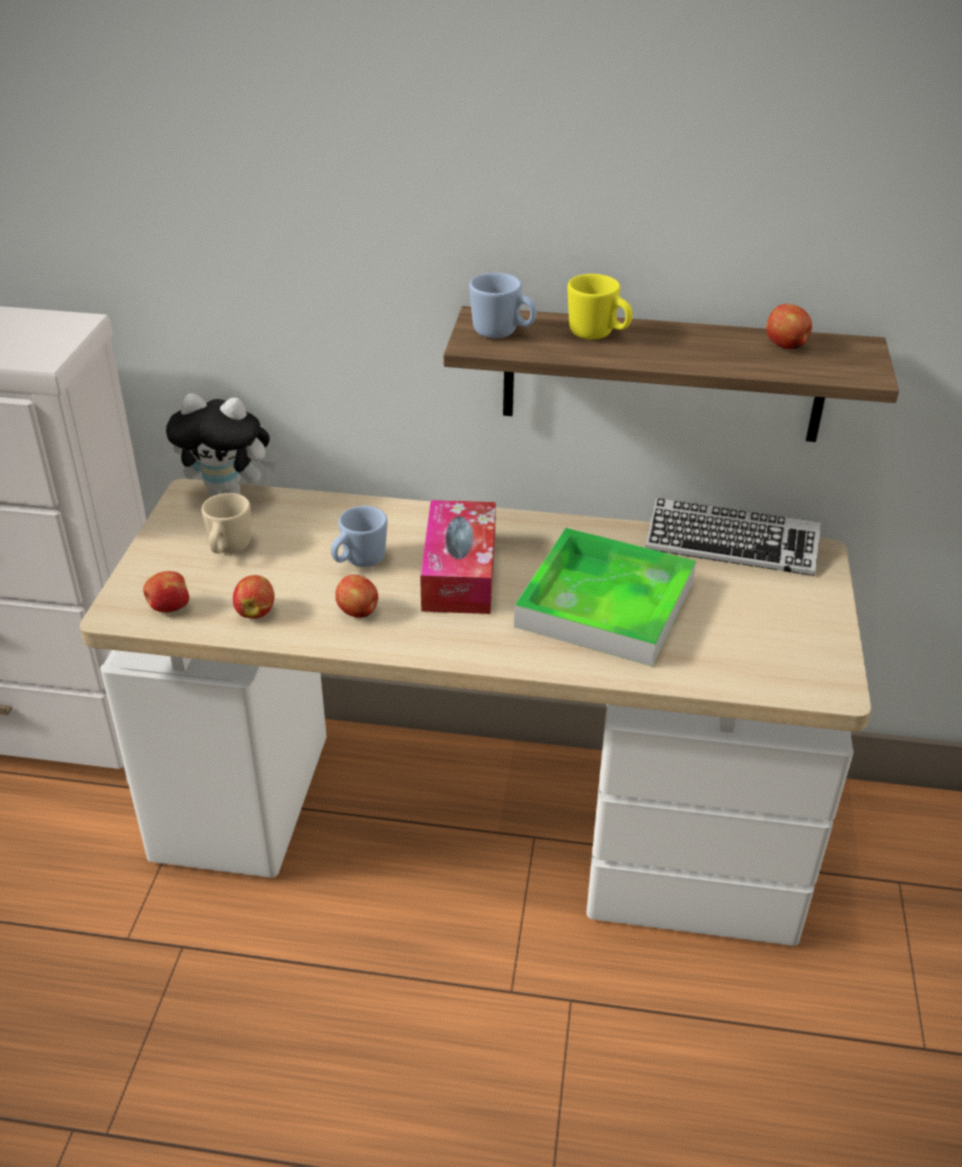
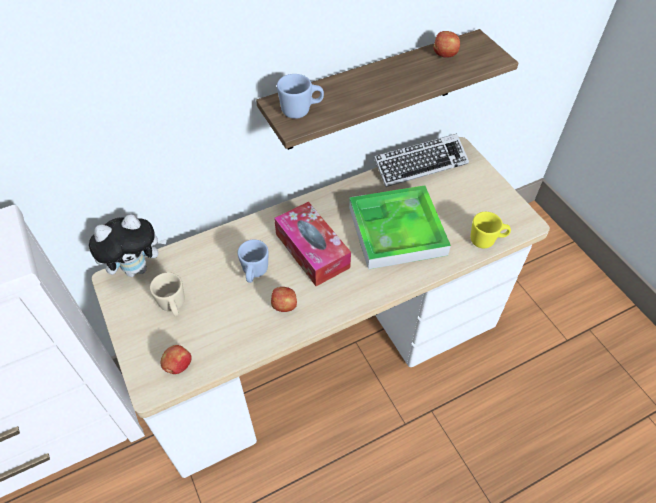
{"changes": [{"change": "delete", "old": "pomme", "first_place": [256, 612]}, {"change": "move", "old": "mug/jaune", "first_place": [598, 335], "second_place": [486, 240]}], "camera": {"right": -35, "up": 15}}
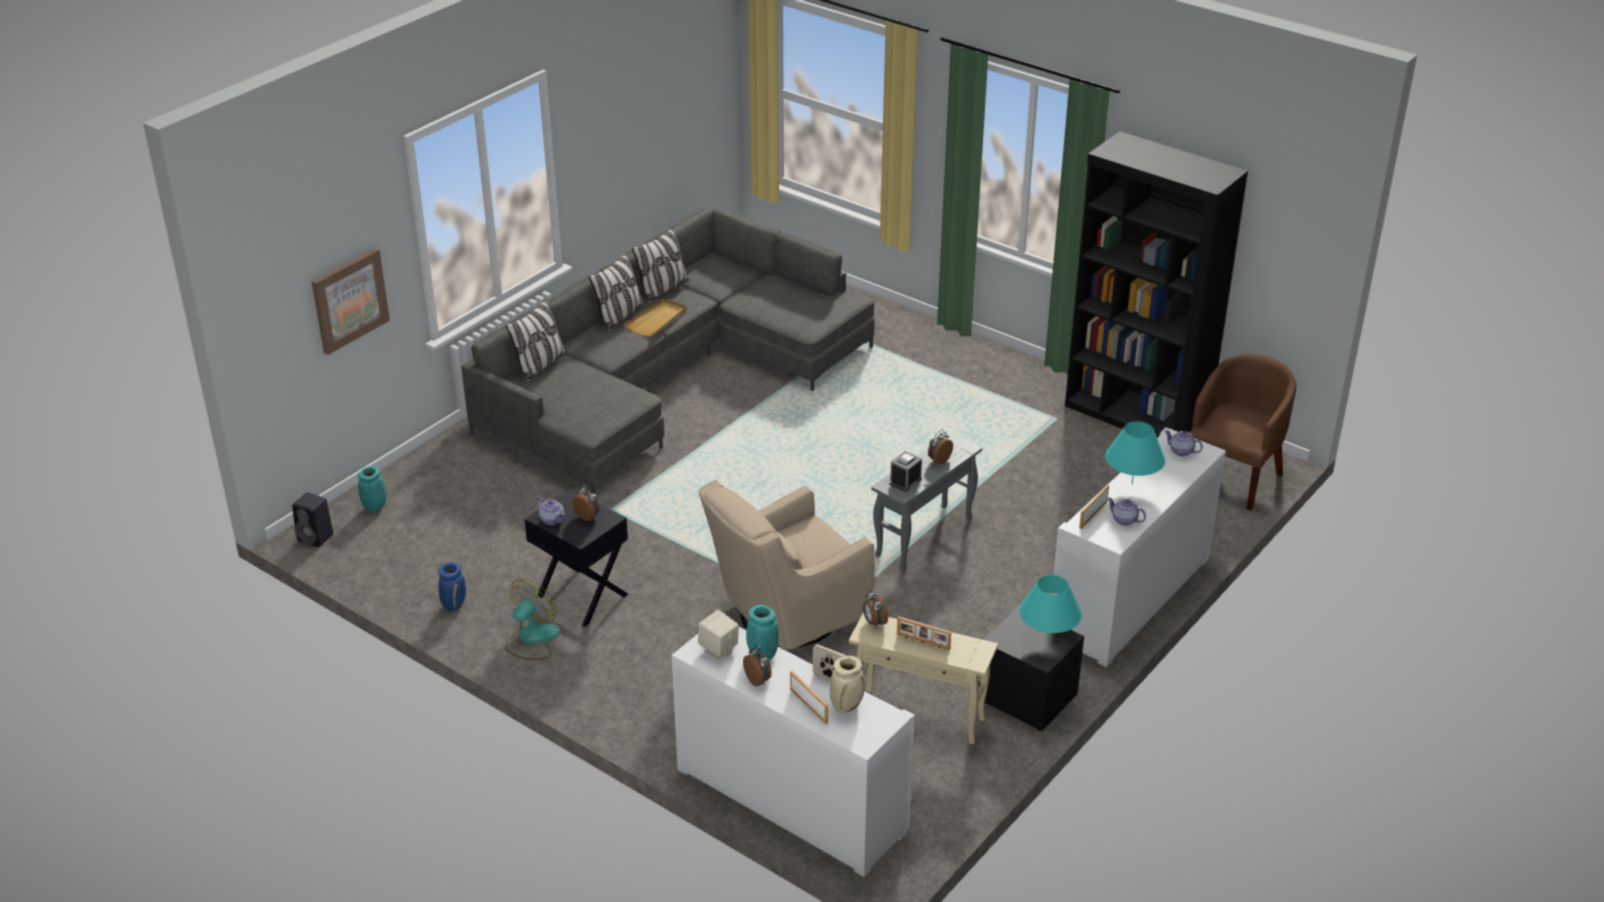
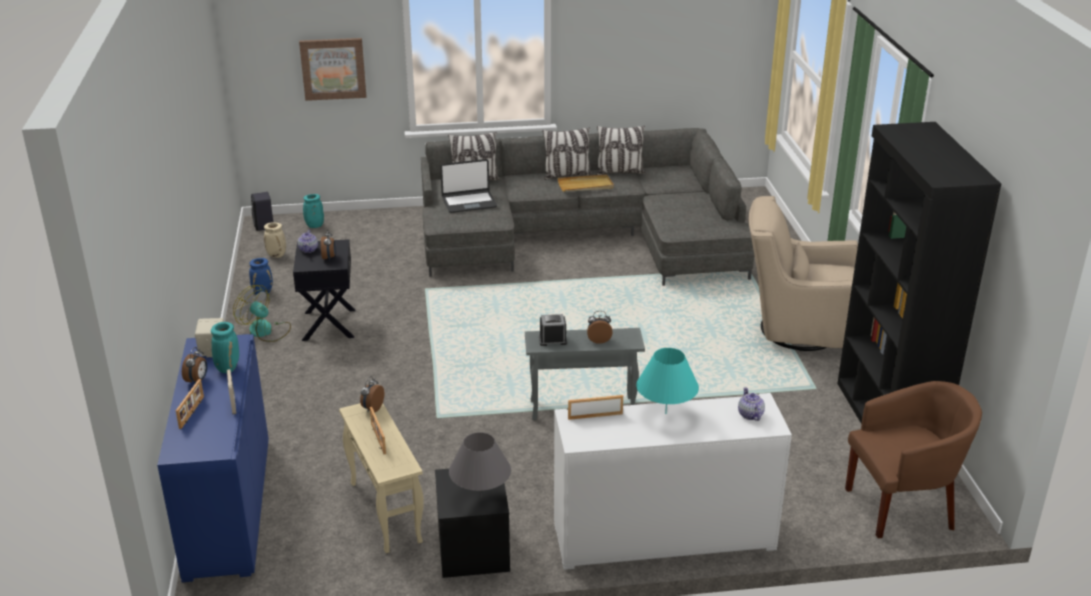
{"changes": [{"change": "rotate", "old": "ventilateur", "first_place": [532, 639], "second_place": [265, 331], "degrees": -135}, {"change": "recolor", "old": "meuble de rangement/blanc", "new": "meuble de rangement/bleu", "first_place": [791, 800], "second_place": [228, 506]}, {"change": "move", "old": "fauteuil/beige", "first_place": [785, 617], "second_place": [795, 329]}, {"change": "move", "old": "vase/beige", "first_place": [846, 705], "second_place": [277, 255]}, {"change": "recolor", "old": "lampe de table/turquoise", "new": "lampe de table/gris", "first_place": [1047, 638], "second_place": [481, 497]}, {"change": "delete", "old": "théière", "first_place": [1124, 520]}, {"change": "insert", "new": "ordinateur portable", "second_place": [469, 202]}], "camera": {"right": 45, "up": -5}}
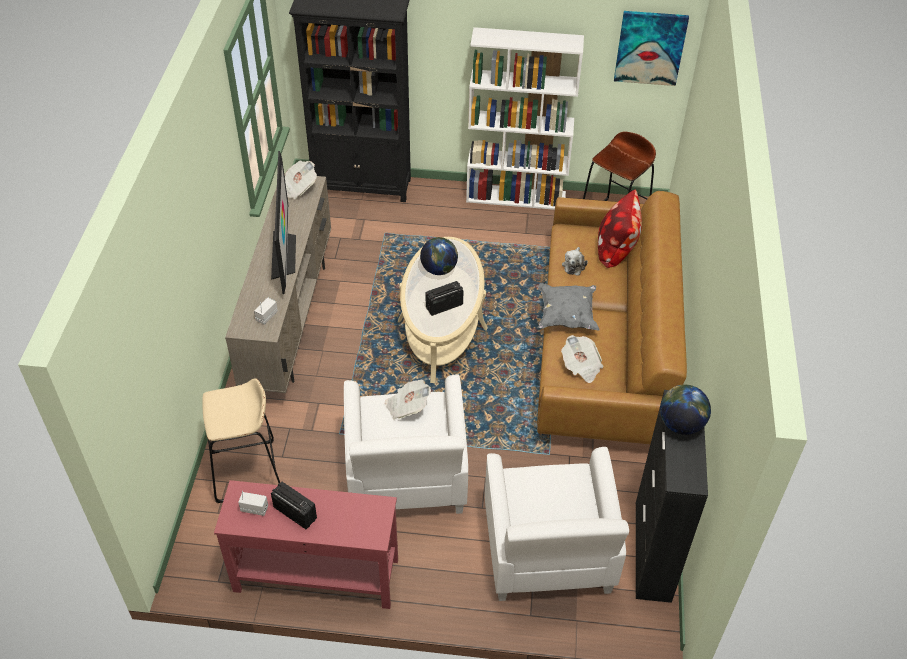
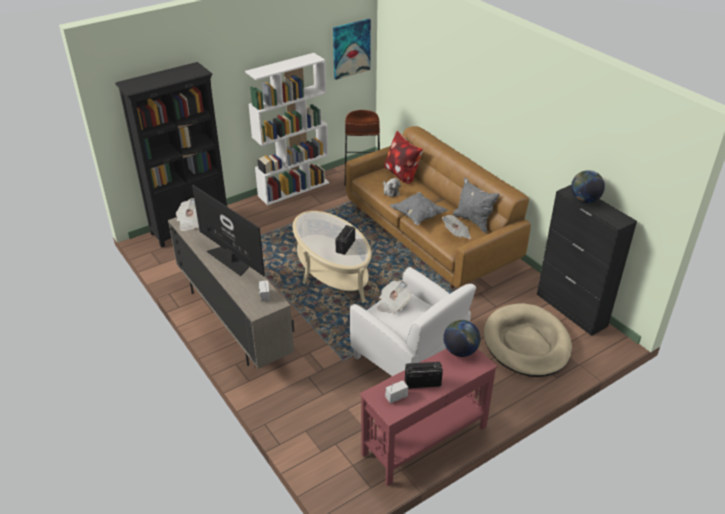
{"changes": [{"change": "delete", "old": "tabouret/beige", "first_place": [246, 471]}, {"change": "move", "old": "globe", "first_place": [439, 269], "second_place": [460, 351]}, {"change": "replace", "old": "fauteuil/blanc", "new": "panier pour chien/beige", "first_place": [547, 552], "second_place": [526, 343]}, {"change": "insert", "new": "coussin/gris", "second_place": [473, 221]}], "camera": {"right": -40, "up": -10}}
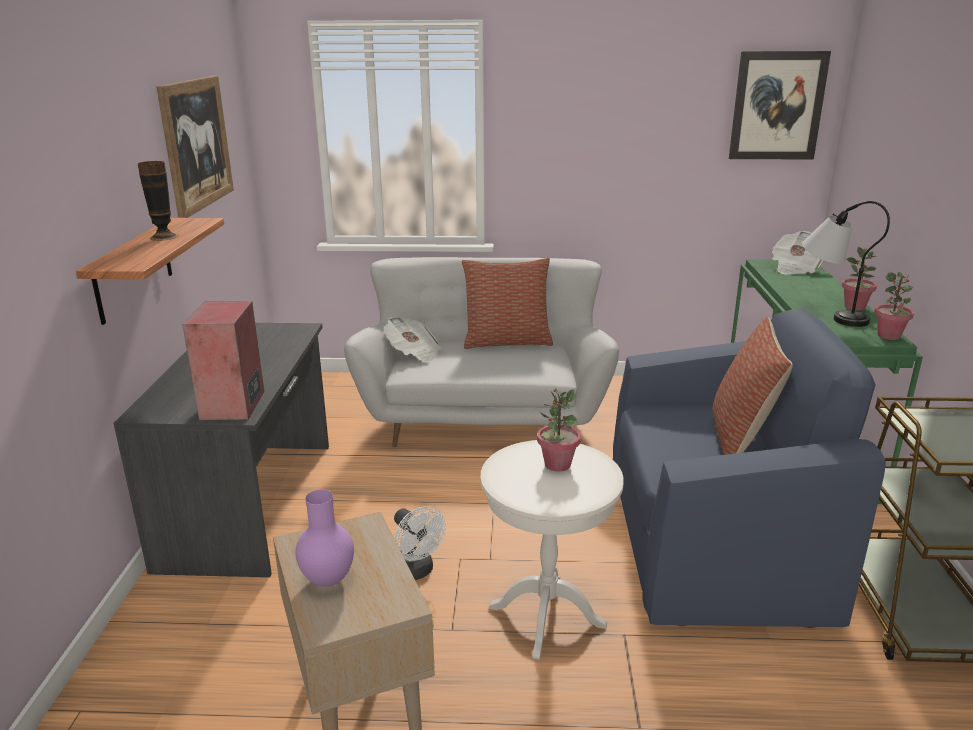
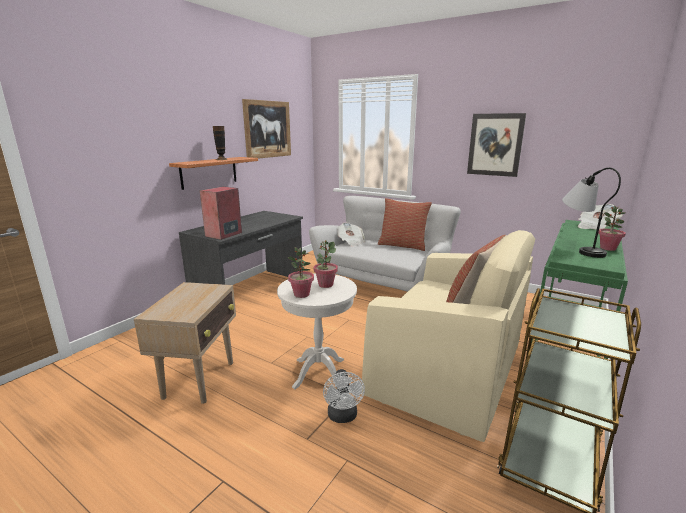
{"changes": [{"change": "delete", "old": "vase/violet", "first_place": [327, 581]}, {"change": "move", "old": "ventilateur/blanc", "first_place": [416, 572], "second_place": [343, 417]}, {"change": "recolor", "old": "fauteuil/bleu", "new": "fauteuil/beige", "first_place": [712, 544], "second_place": [447, 372]}, {"change": "move", "old": "tableau", "first_place": [777, 106], "second_place": [495, 145]}, {"change": "move", "old": "plante en pot", "first_place": [889, 336], "second_place": [301, 294]}], "camera": {"right": 30, "up": -5}}
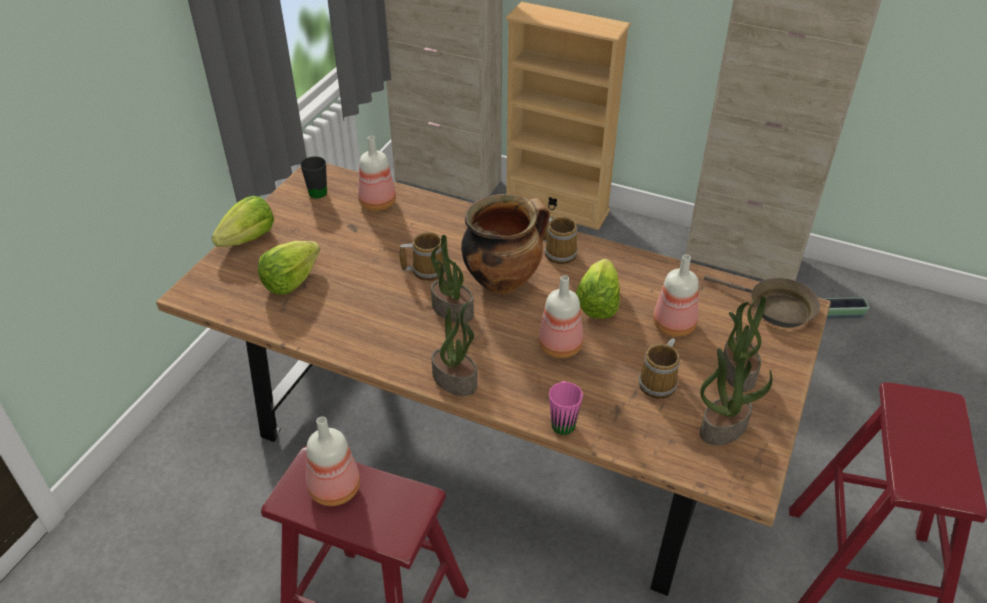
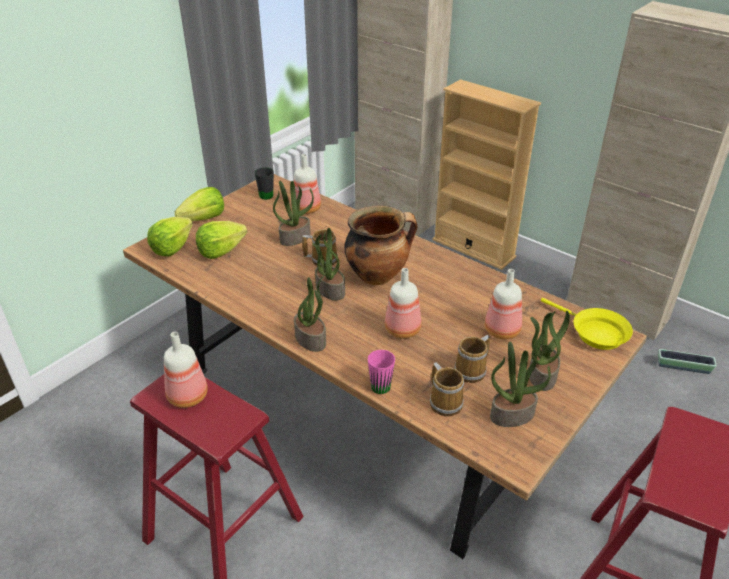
{"changes": [{"change": "move", "old": "mug", "first_place": [559, 252], "second_place": [445, 402]}, {"change": "move", "old": "laitue", "first_place": [598, 303], "second_place": [172, 248]}, {"change": "recolor", "old": "poêle/marron", "new": "poêle/jaune", "first_place": [775, 308], "second_place": [594, 332]}, {"change": "insert", "new": "plante en pot", "second_place": [295, 237]}], "camera": {"right": 15, "up": -5}}
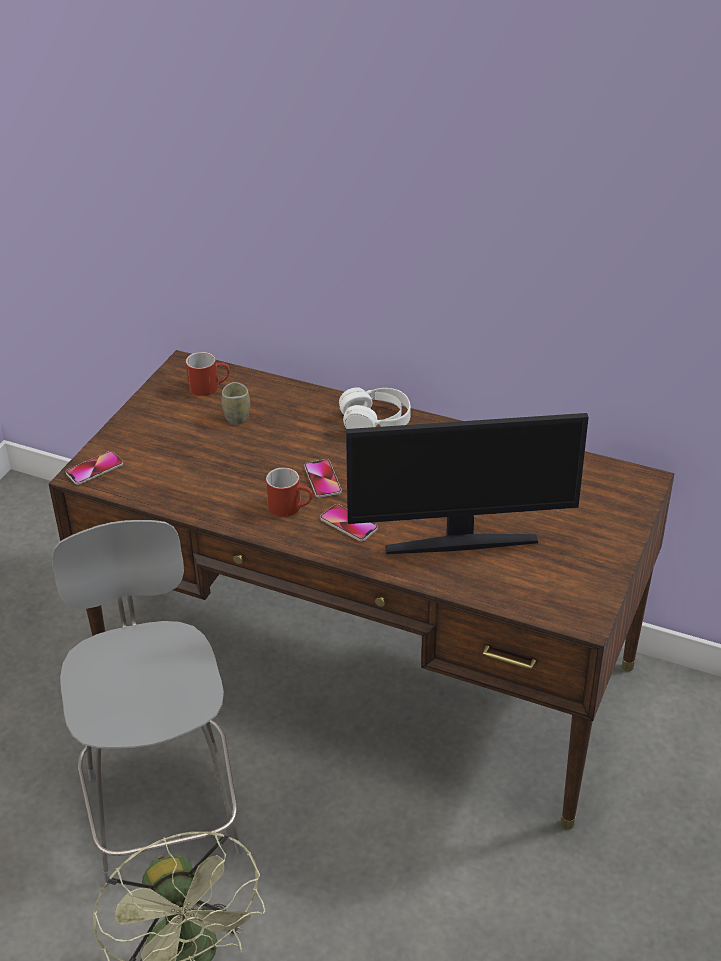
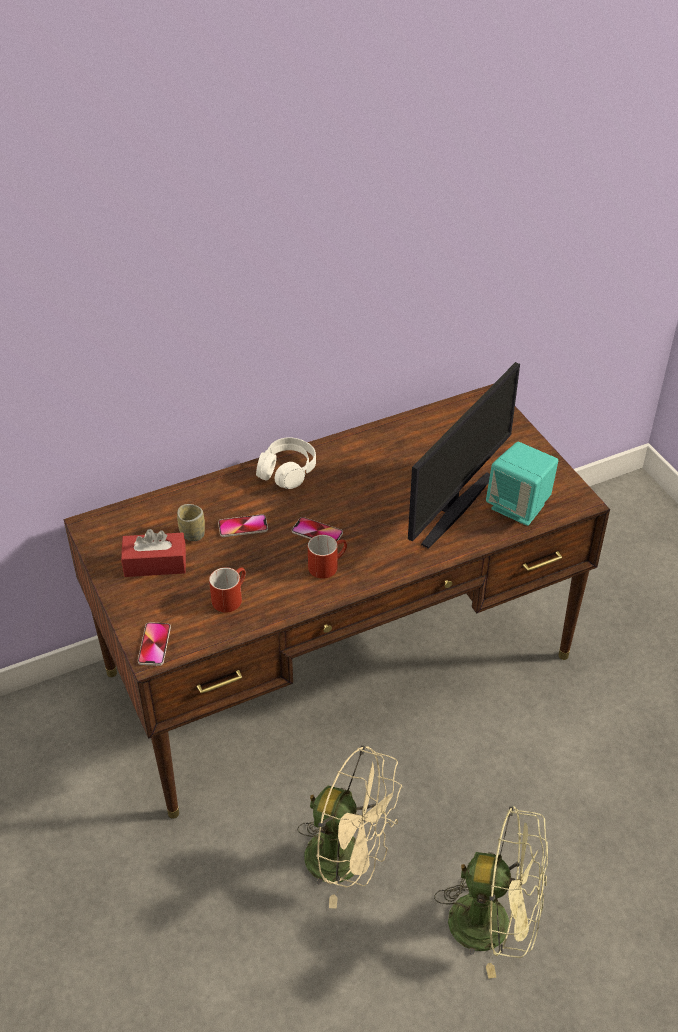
{"changes": [{"change": "replace", "old": "chaise/gris", "new": "ventilateur/beige", "first_place": [162, 808], "second_place": [348, 860]}, {"change": "move", "old": "mug/rouge", "first_place": [209, 386], "second_place": [230, 597]}, {"change": "move", "old": "téléphone", "first_place": [349, 524], "second_place": [243, 527]}, {"change": "insert", "new": "boîte à mouchoirs/rouge", "second_place": [155, 563]}, {"change": "insert", "new": "enceinte/turquoise", "second_place": [519, 507]}], "camera": {"right": -50, "up": 5}}
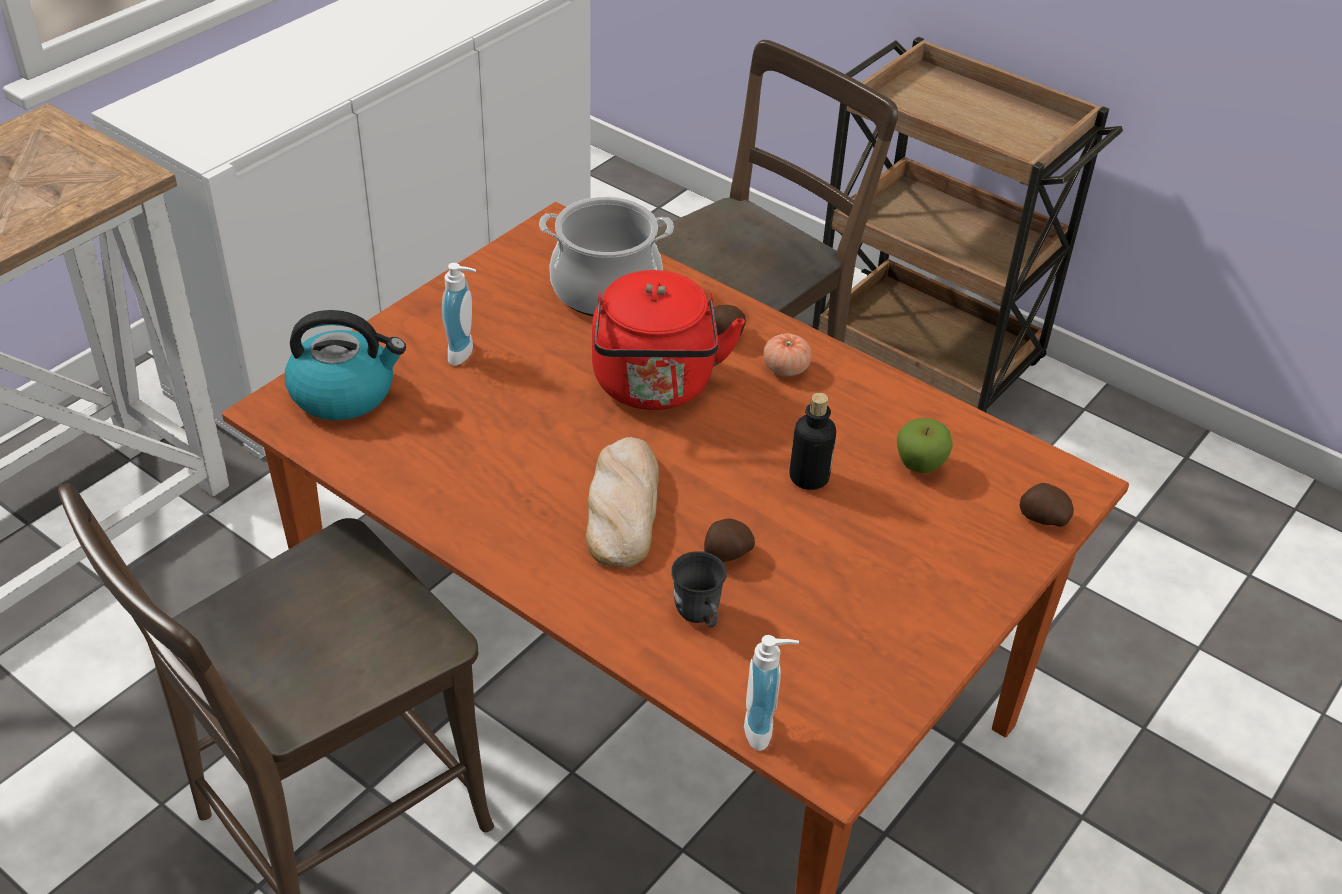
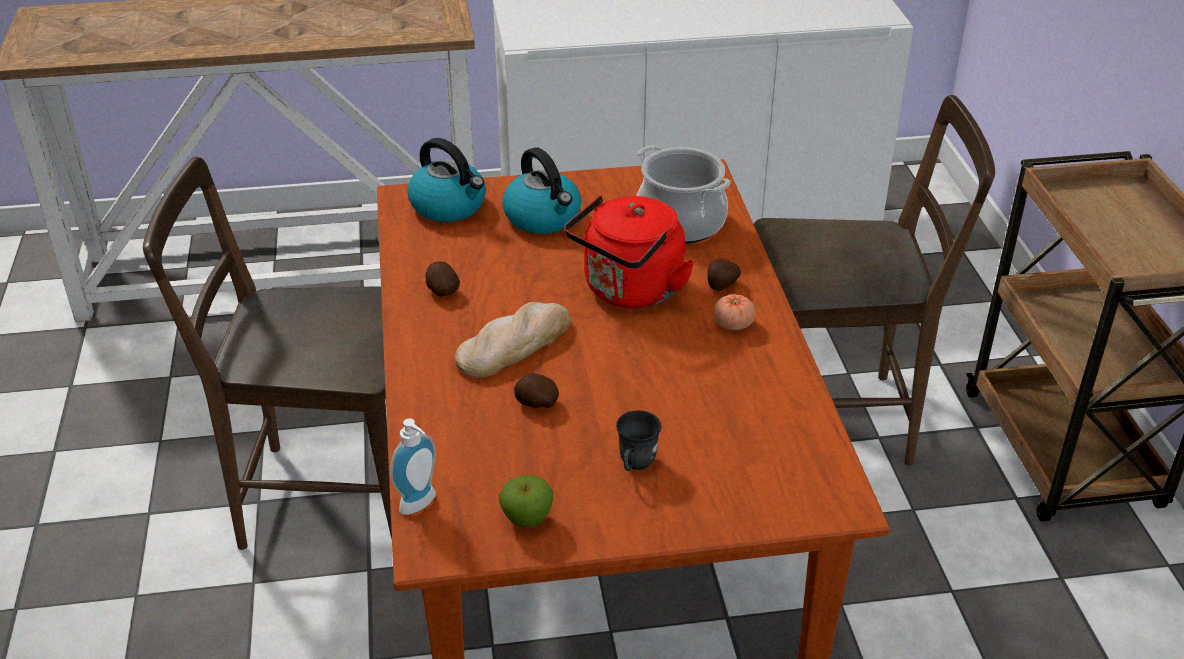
{"changes": [{"change": "replace", "old": "distributeur de savon", "new": "bouilloire", "first_place": [465, 353], "second_place": [543, 218]}, {"change": "move", "old": "mug/gris", "first_place": [700, 617], "second_place": [635, 465]}, {"change": "delete", "old": "bouteille", "first_place": [809, 477]}, {"change": "move", "old": "pomme", "first_place": [920, 465], "second_place": [527, 519]}, {"change": "move", "old": "pomme de terre", "first_place": [1042, 519], "second_place": [441, 290]}], "camera": {"right": 45, "up": -5}}
